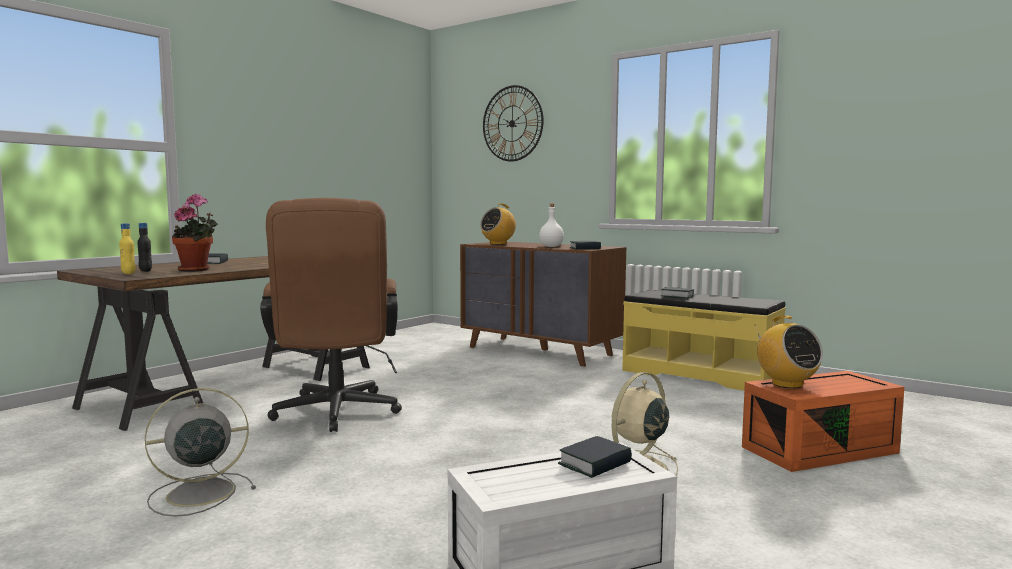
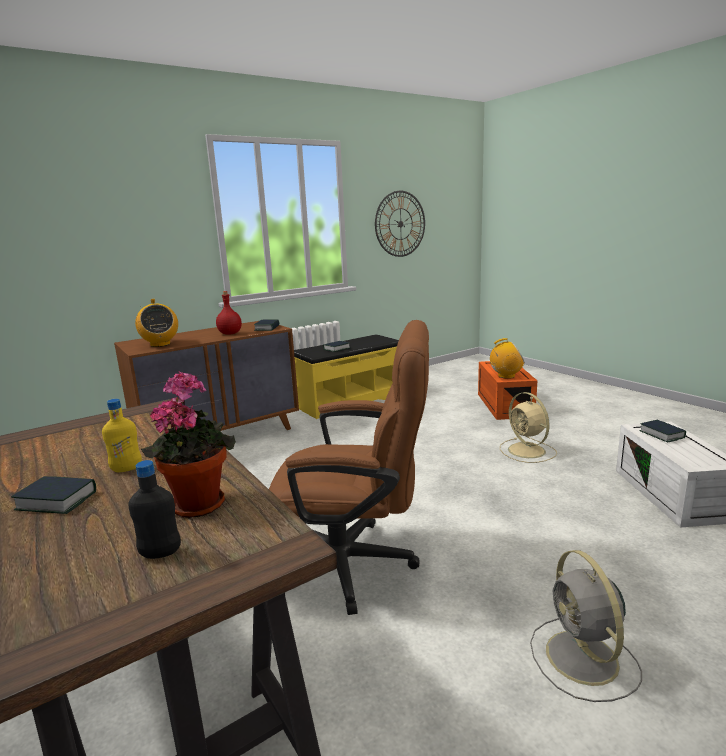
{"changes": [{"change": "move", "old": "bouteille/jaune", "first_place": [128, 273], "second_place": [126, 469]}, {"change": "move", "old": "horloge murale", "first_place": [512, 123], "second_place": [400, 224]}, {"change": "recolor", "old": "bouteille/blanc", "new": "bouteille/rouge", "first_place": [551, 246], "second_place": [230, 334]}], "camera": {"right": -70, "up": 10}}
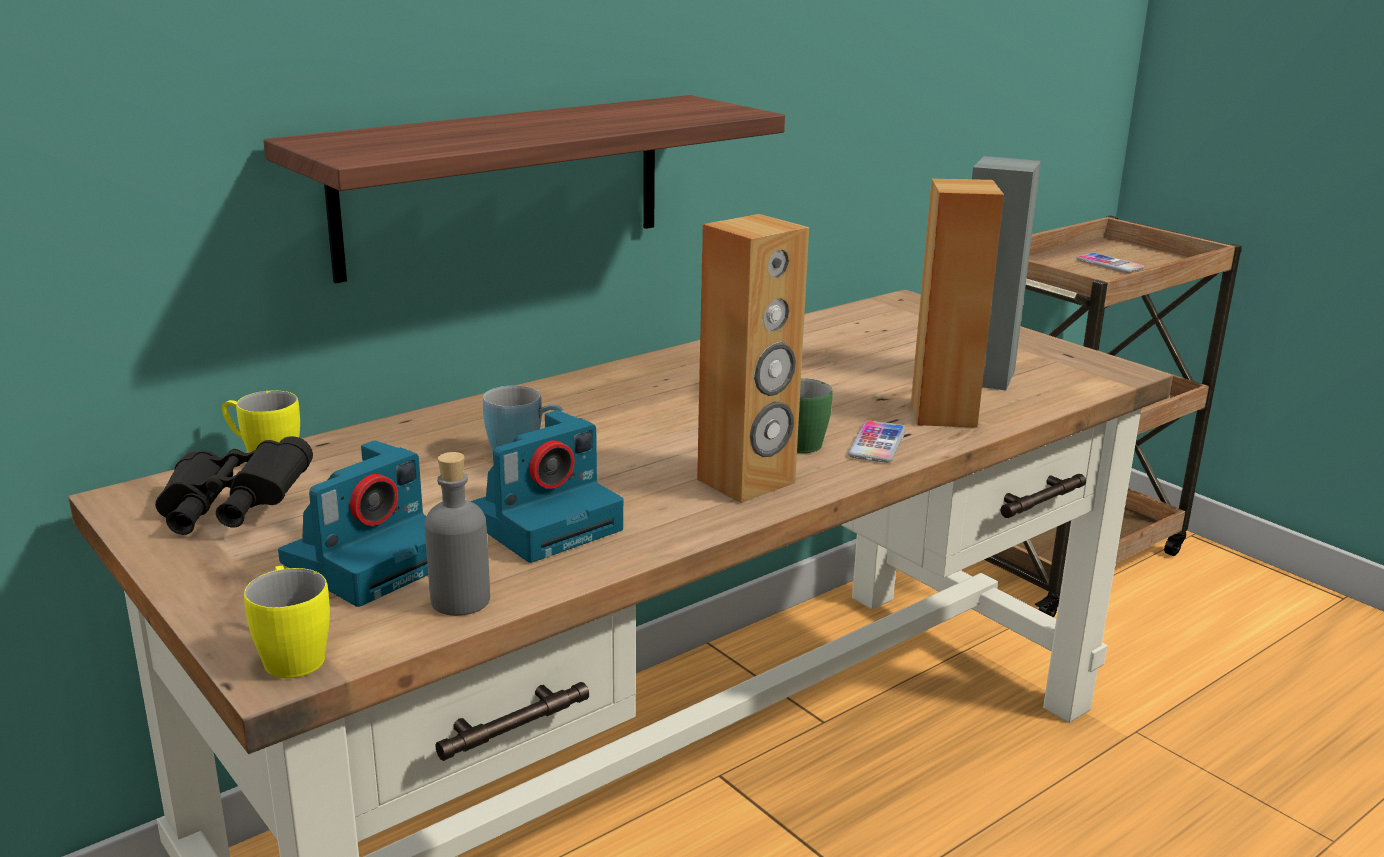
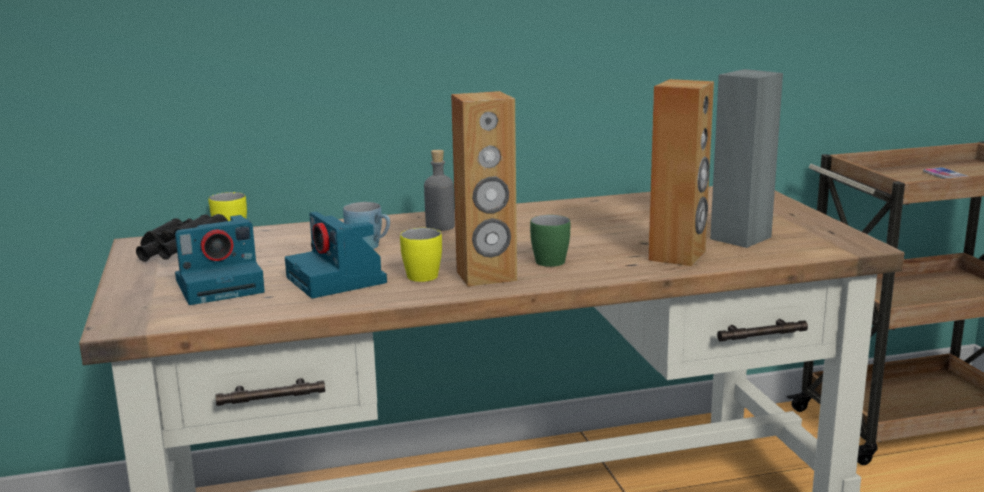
{"changes": [{"change": "move", "old": "mug/jaune", "first_place": [292, 653], "second_place": [423, 273]}, {"change": "delete", "old": "étagère", "first_place": [503, 184]}, {"change": "move", "old": "bouteille/gris", "first_place": [460, 600], "second_place": [440, 227]}, {"change": "rotate", "old": "appareil photo", "first_place": [545, 521], "second_place": [338, 280], "degrees": 75}, {"change": "delete", "old": "téléphone", "first_place": [877, 443]}], "camera": {"right": 25, "up": -5}}
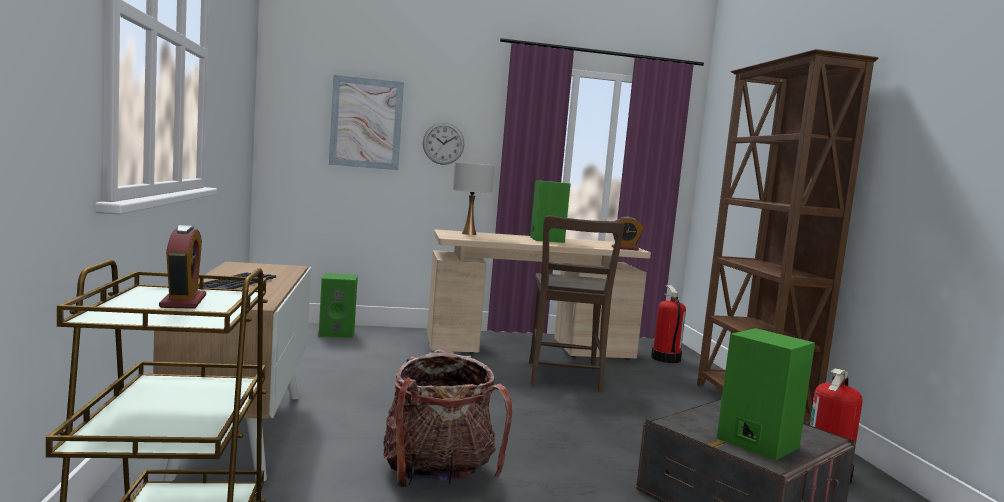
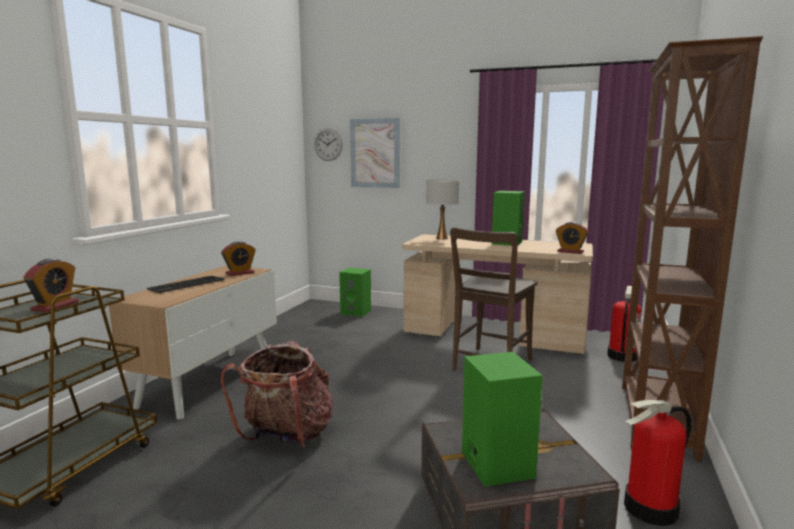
{"changes": [{"change": "move", "old": "horloge murale", "first_place": [443, 143], "second_place": [328, 144]}, {"change": "insert", "new": "réveil", "second_place": [240, 273]}], "camera": {"right": 30, "up": 5}}
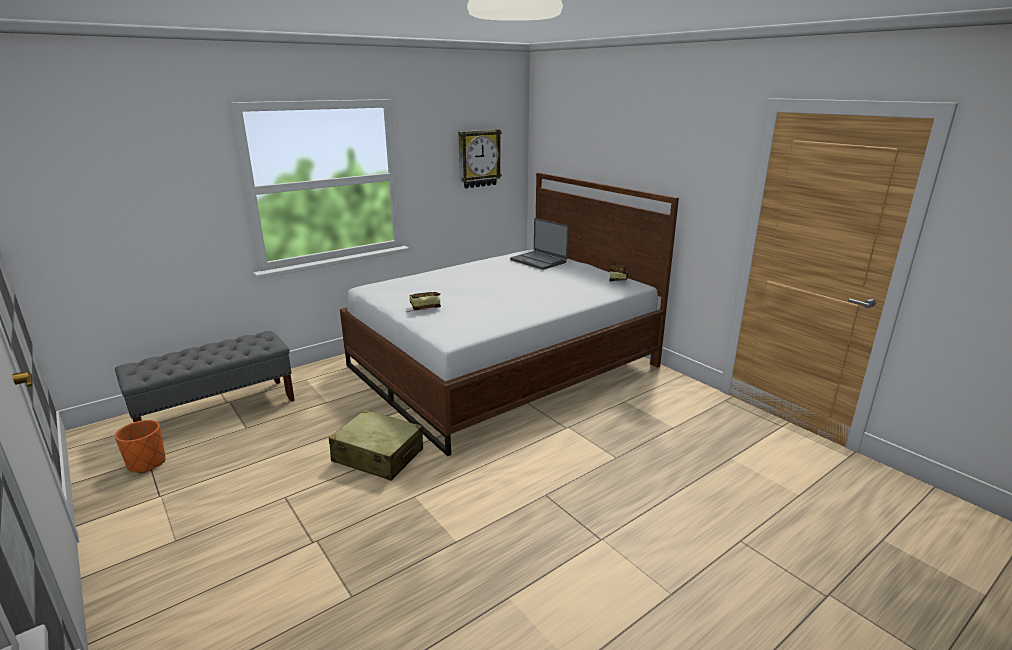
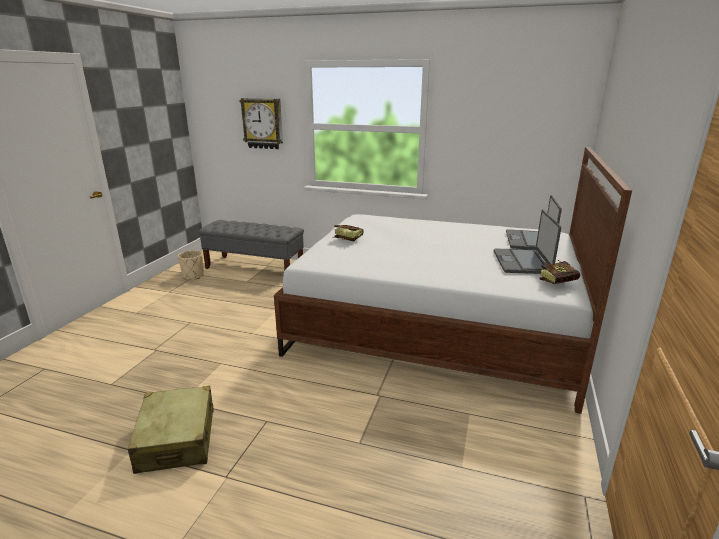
{"changes": [{"change": "recolor", "old": "cache-pot/orange", "new": "cache-pot/beige", "first_place": [146, 463], "second_place": [193, 276]}, {"change": "move", "old": "valise/beige", "first_place": [378, 456], "second_place": [177, 439]}, {"change": "move", "old": "horloge murale", "first_place": [479, 158], "second_place": [263, 123]}, {"change": "insert", "new": "ordinateur portable", "second_place": [522, 262]}], "camera": {"right": 55, "up": 0}}
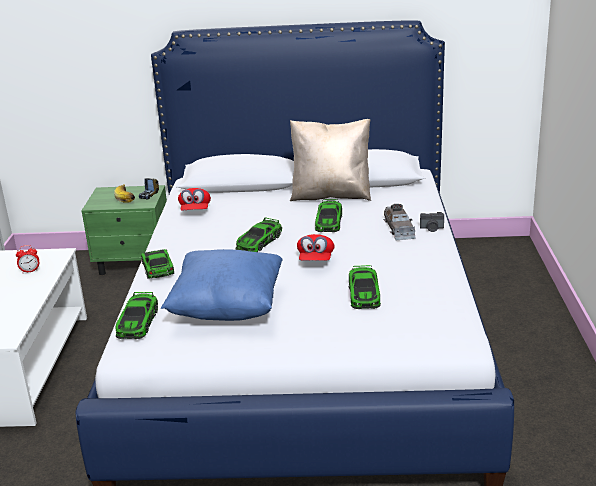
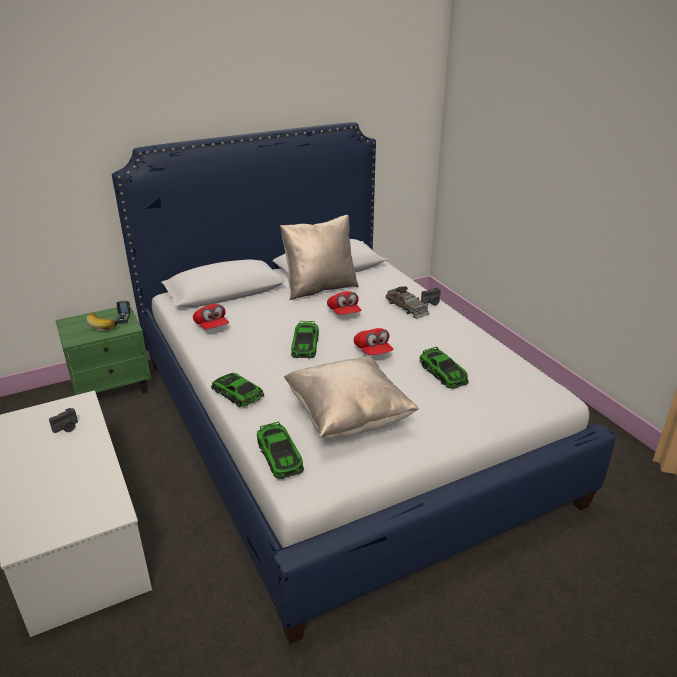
{"changes": [{"change": "replace", "old": "réveil", "new": "appareil photo", "first_place": [30, 271], "second_place": [67, 428]}, {"change": "recolor", "old": "coussin/bleu", "new": "coussin/beige", "first_place": [227, 308], "second_place": [348, 417]}, {"change": "replace", "old": "petite voiture", "new": "casquette/rouge", "first_place": [329, 221], "second_place": [344, 313]}], "camera": {"right": -30, "up": 5}}
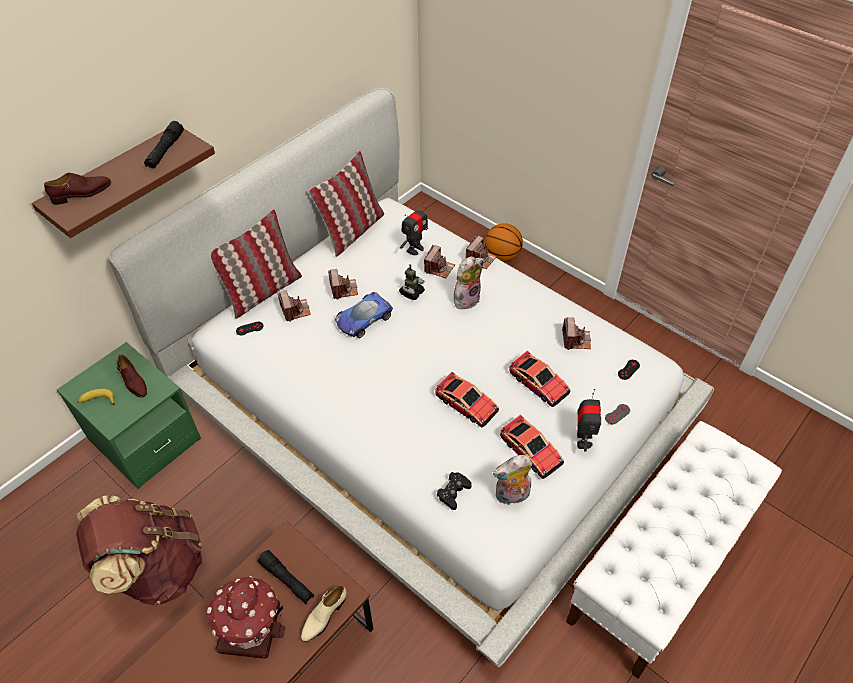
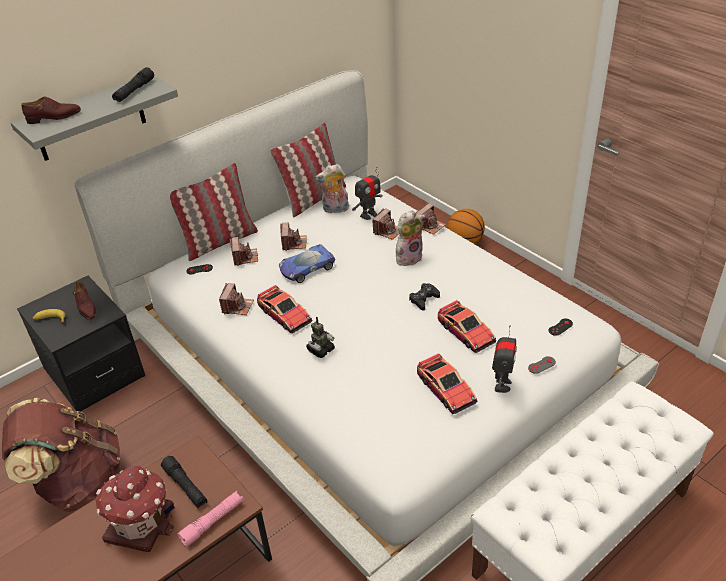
{"changes": [{"change": "recolor", "old": "étagère/marron", "new": "étagère/gris", "first_place": [116, 183], "second_place": [90, 118]}, {"change": "recolor", "old": "table de chevet/vert", "new": "table de chevet/noir", "first_place": [145, 440], "second_place": [94, 373]}, {"change": "replace", "old": "chaussure/beige", "new": "lampe de poche/rose", "first_place": [323, 616], "second_place": [213, 521]}, {"change": "move", "old": "robot jouet", "first_place": [412, 293], "second_place": [320, 350]}, {"change": "move", "old": "petite voiture", "first_place": [467, 404], "second_place": [285, 315]}, {"change": "move", "old": "manette/noir", "first_place": [453, 492], "second_place": [424, 299]}, {"change": "move", "old": "peluche", "first_place": [512, 496], "second_place": [335, 210]}, {"change": "move", "old": "appareil photo", "first_place": [576, 340], "second_place": [237, 307]}], "camera": {"right": 10, "up": -10}}
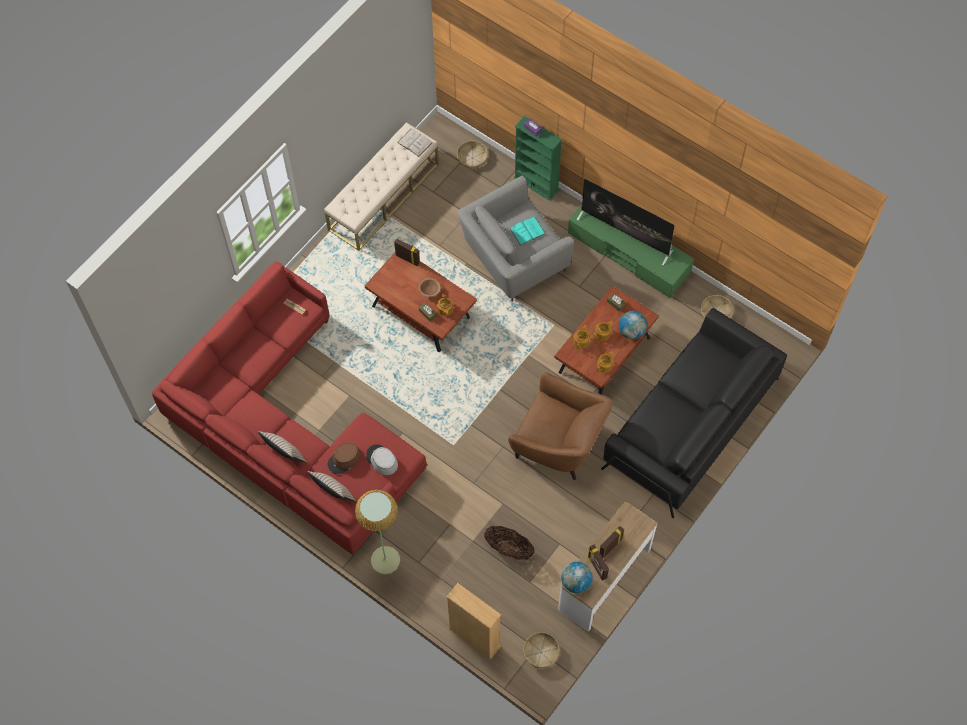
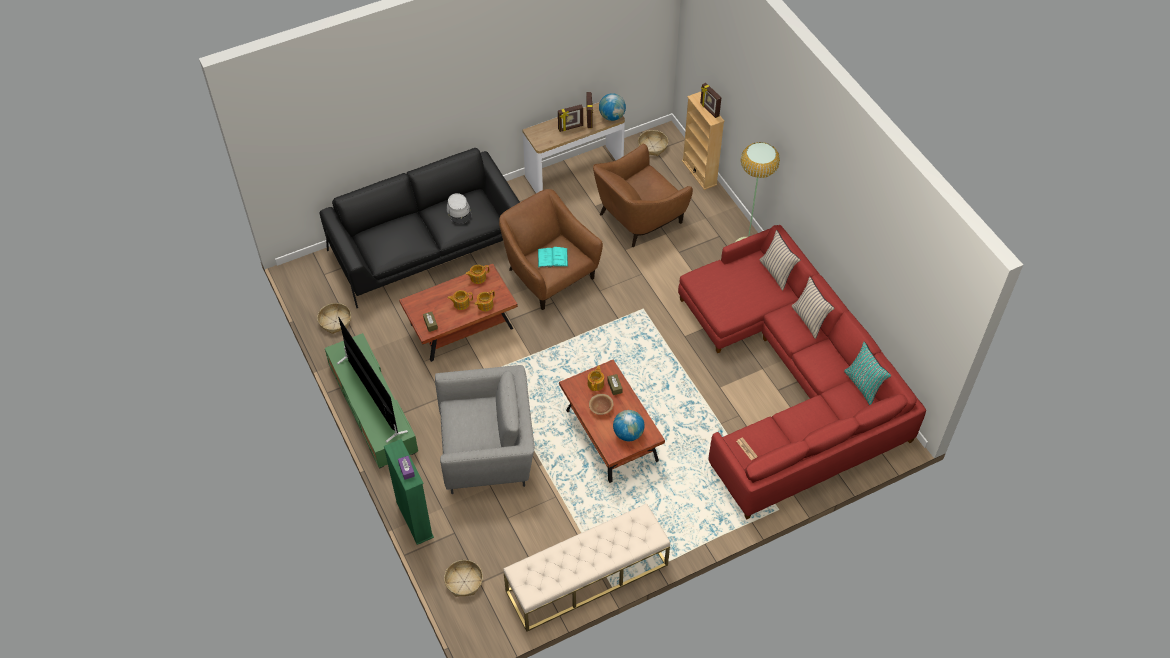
{"changes": [{"change": "delete", "old": "chapeau/marron", "first_place": [344, 459]}, {"change": "move", "old": "chapeau/gris", "first_place": [381, 460], "second_place": [459, 211]}, {"change": "move", "old": "cadre photo", "first_place": [408, 259], "second_place": [709, 110]}, {"change": "delete", "old": "livre/blanc", "first_place": [414, 142]}, {"change": "replace", "old": "panier", "new": "fauteuil/marron", "first_place": [509, 548], "second_place": [638, 217]}, {"change": "move", "old": "livre/turquoise", "first_place": [527, 231], "second_place": [552, 258]}, {"change": "move", "old": "globe", "first_place": [631, 331], "second_place": [628, 433]}, {"change": "insert", "new": "coussin/turquoise", "second_place": [863, 385]}], "camera": {"right": -155, "up": -10}}
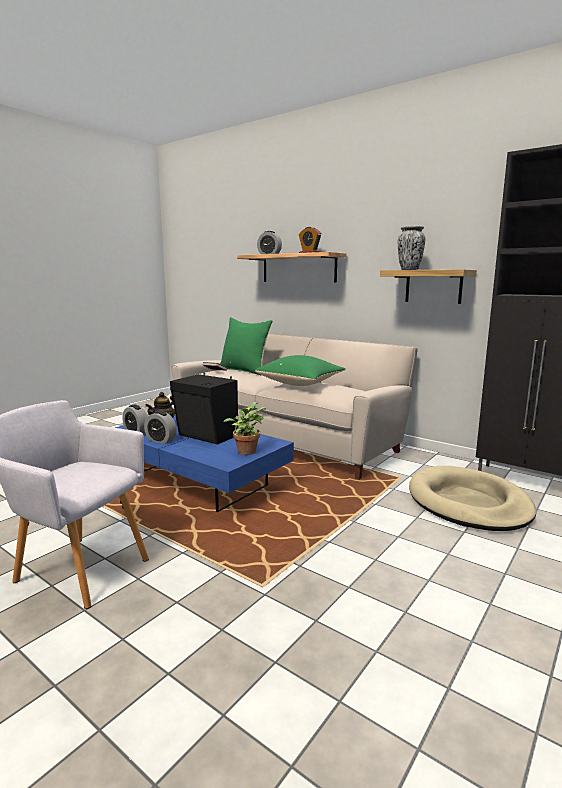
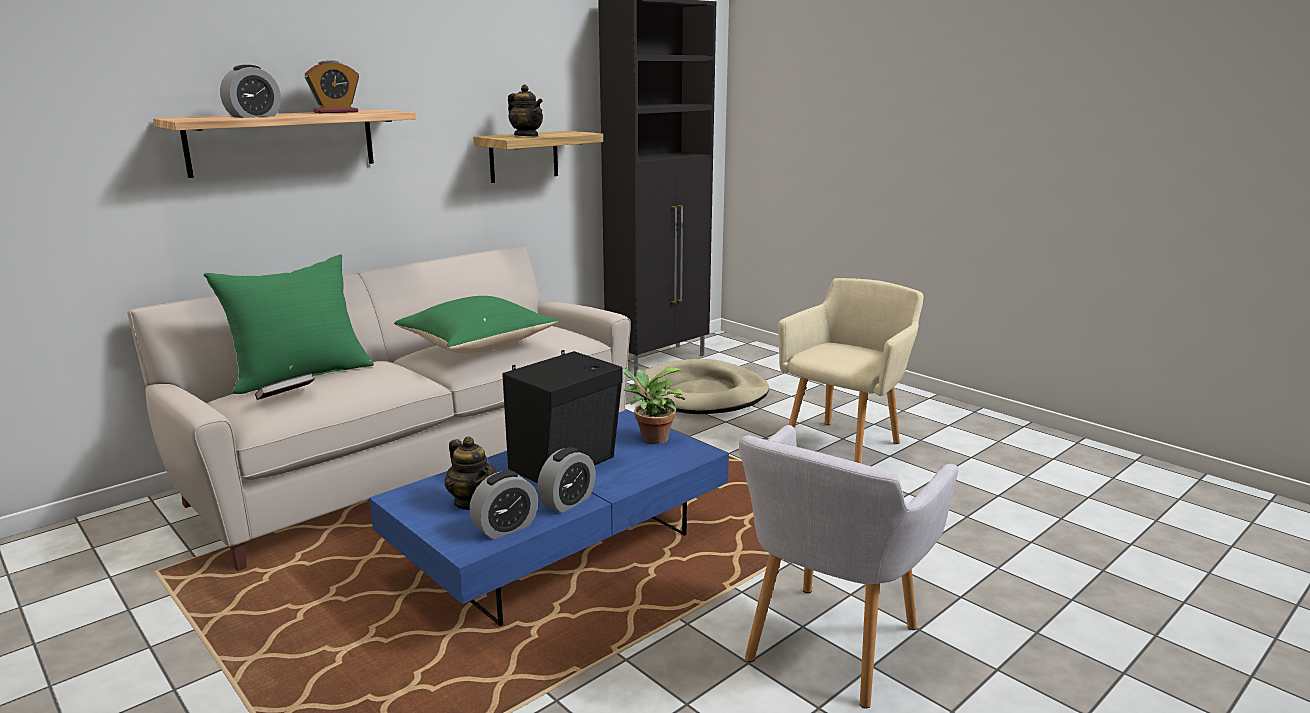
{"changes": [{"change": "replace", "old": "vase", "new": "théière", "first_place": [409, 269], "second_place": [526, 136]}, {"change": "insert", "new": "fauteuil/beige", "second_place": [845, 445]}], "camera": {"right": -80, "up": 5}}
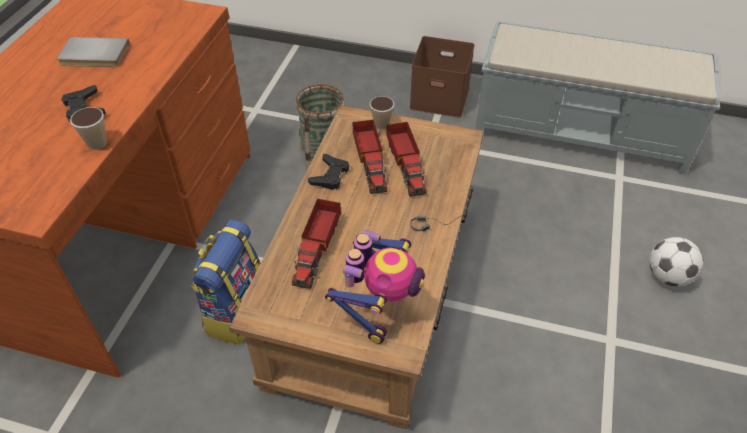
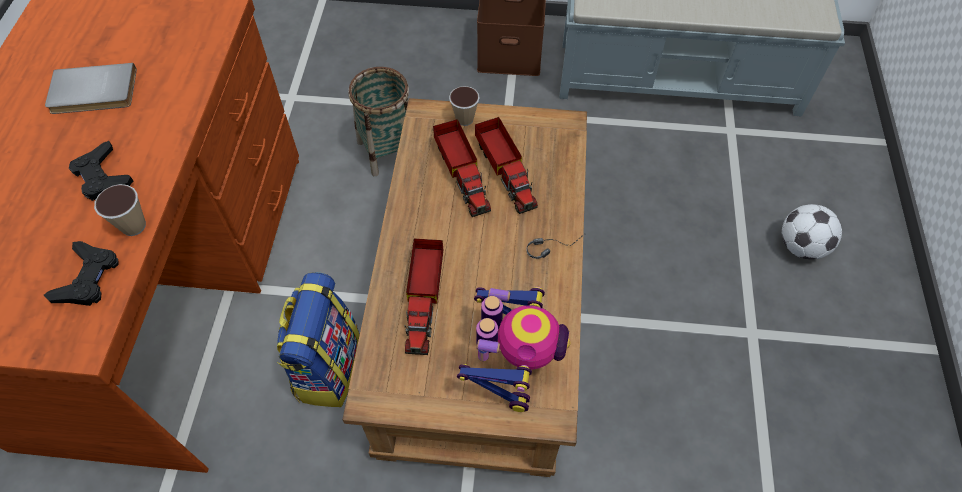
{"changes": [{"change": "move", "old": "manette/noir", "first_place": [330, 175], "second_place": [88, 278]}], "camera": {"right": -10, "up": 10}}
